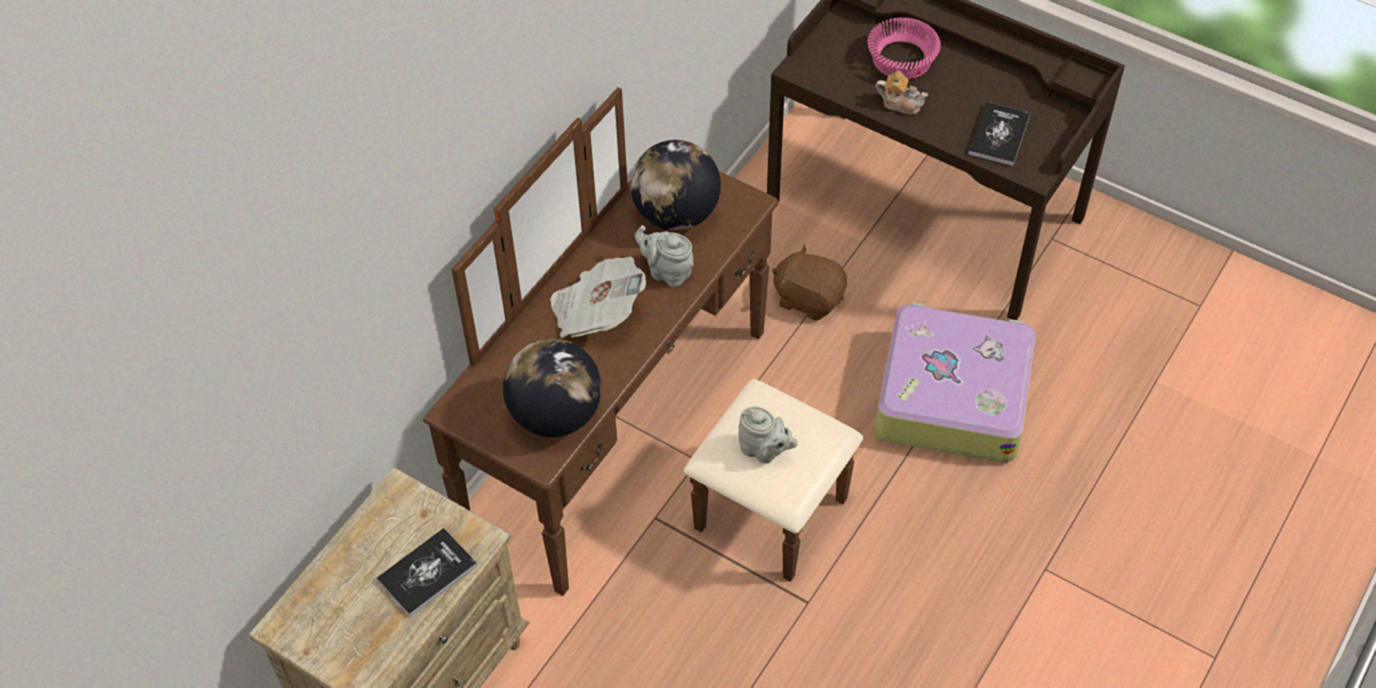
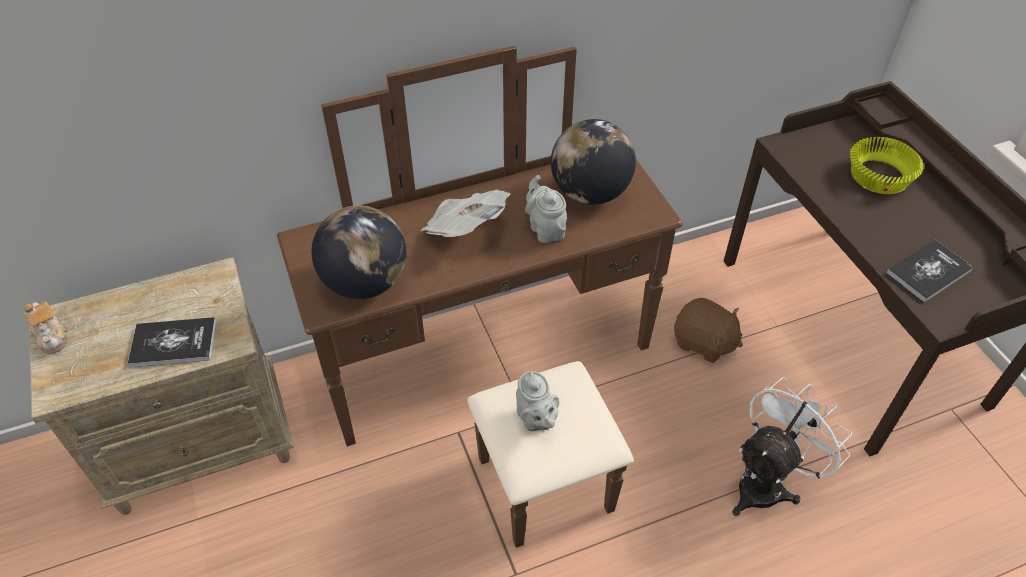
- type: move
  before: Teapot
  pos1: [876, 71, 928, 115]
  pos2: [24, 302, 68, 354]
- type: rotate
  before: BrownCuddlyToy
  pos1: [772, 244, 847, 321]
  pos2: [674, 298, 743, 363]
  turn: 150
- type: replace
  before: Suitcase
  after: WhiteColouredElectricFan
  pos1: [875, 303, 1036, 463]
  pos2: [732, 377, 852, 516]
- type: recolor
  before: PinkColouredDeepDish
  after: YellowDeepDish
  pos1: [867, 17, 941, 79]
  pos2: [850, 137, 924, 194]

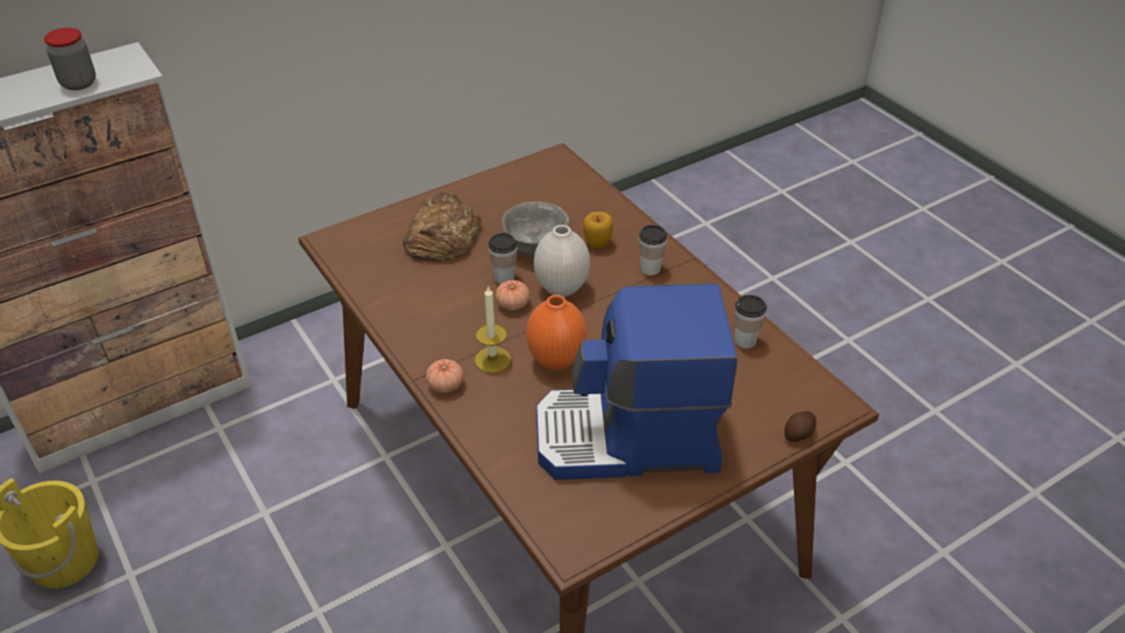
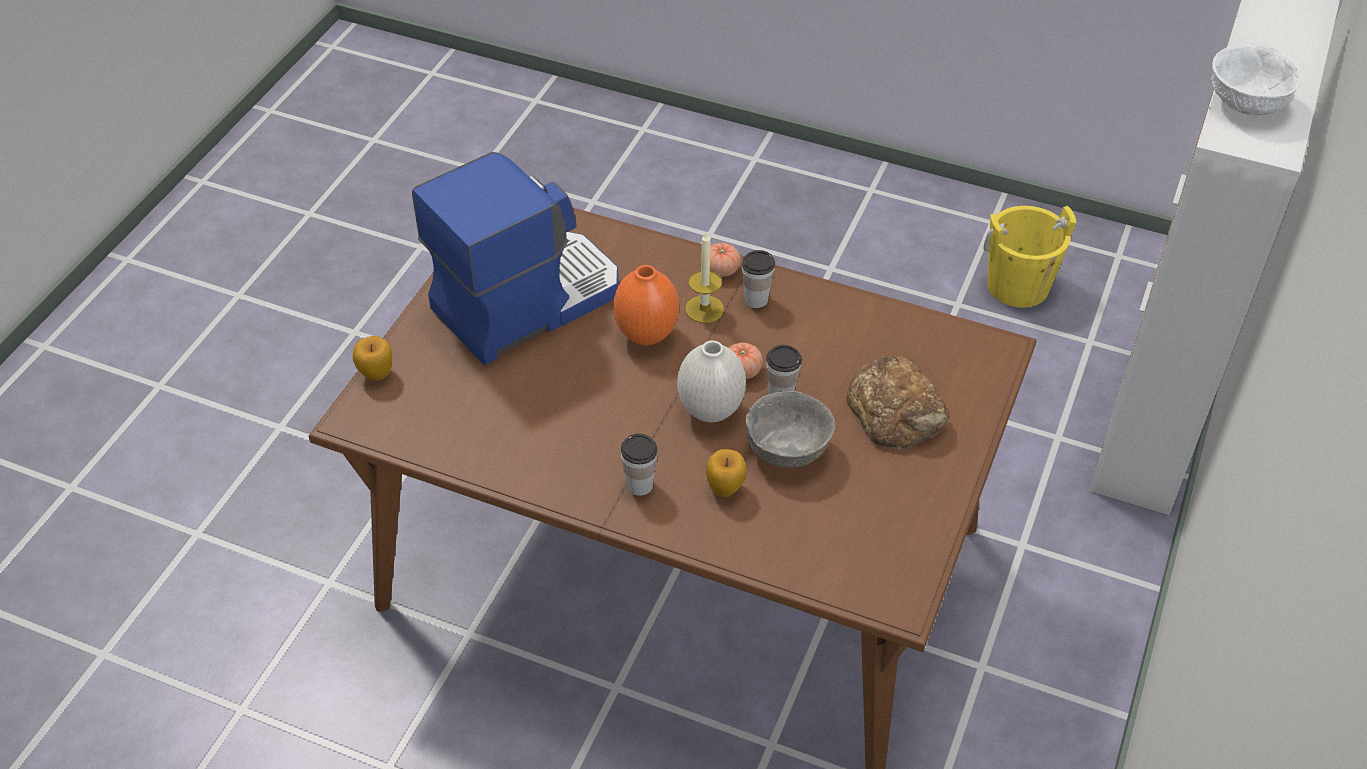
- type: replace
  before: Potato
  after: Apple
  pos1: [784, 411, 816, 442]
  pos2: [353, 336, 392, 381]
- type: move
  before: SmallCup
  pos1: [735, 295, 767, 348]
  pos2: [742, 250, 775, 308]
- type: replace
  before: StorageJar
  after: WhiteColouredDeepDish
  pos1: [44, 28, 96, 90]
  pos2: [1212, 44, 1302, 115]

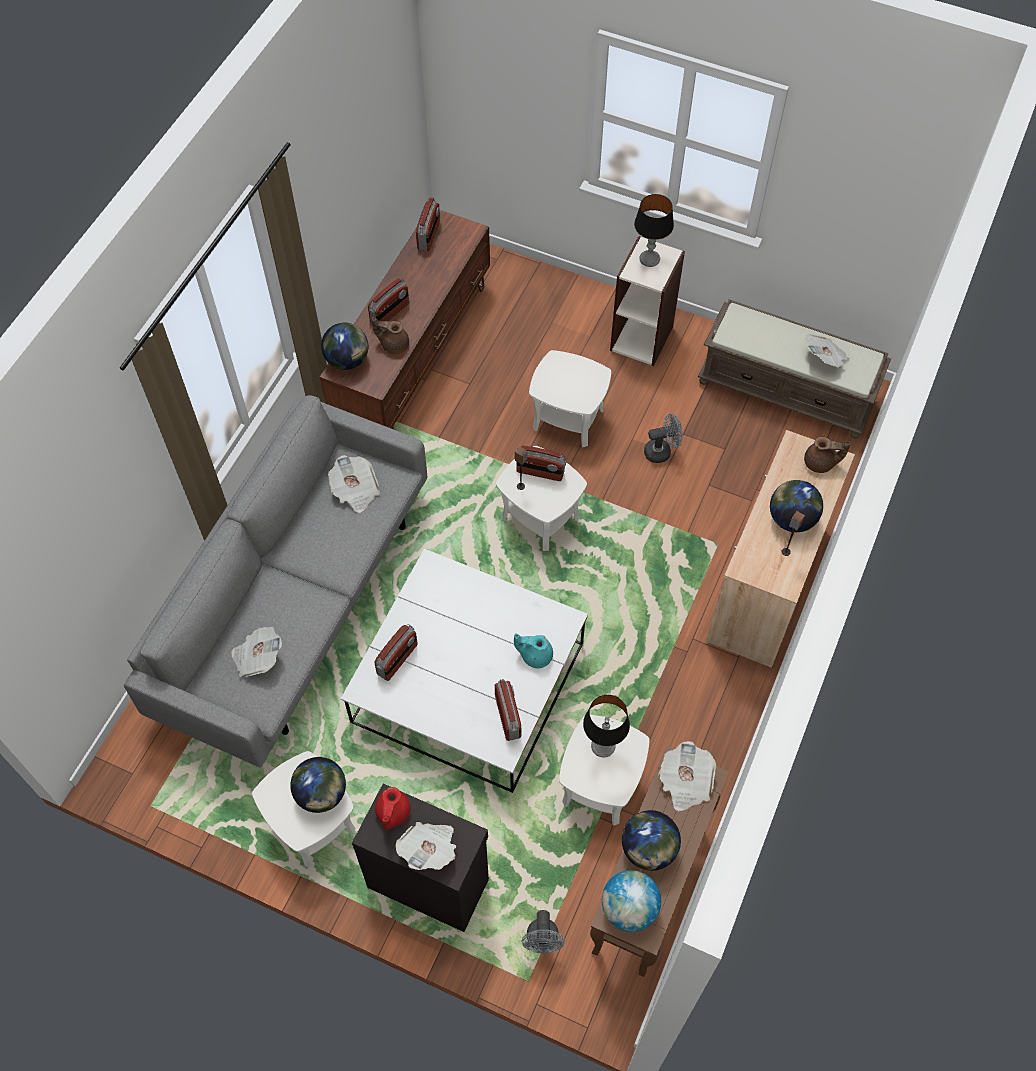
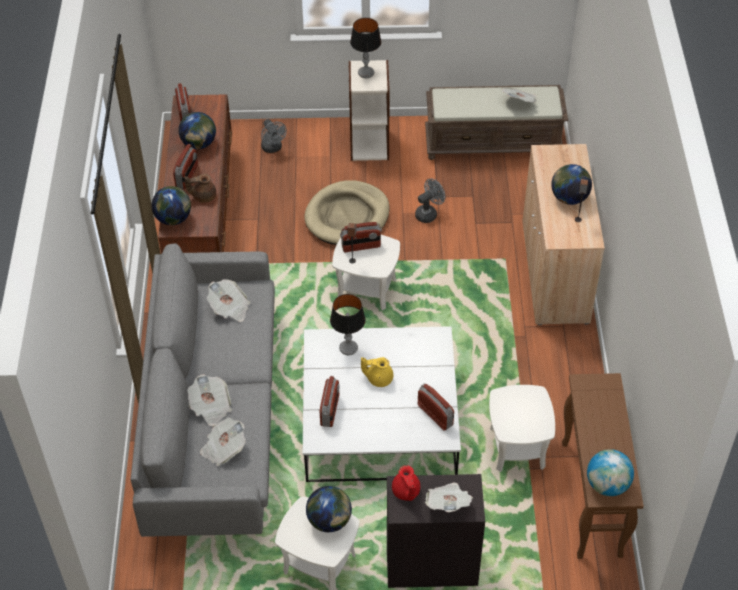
- type: move
  before: DeskGlobe
  pos1: [622, 810, 681, 871]
  pos2: [178, 112, 216, 149]
- type: move
  before: PrintedPaper
  pos1: [659, 741, 716, 811]
  pos2: [187, 374, 232, 426]
- type: move
  before: GreyishElectricFan
  pos1: [522, 910, 565, 953]
  pos2: [261, 119, 287, 153]
- type: replace
  before: WhiteColouredSideTable
  after: SandColouredDogCushion
  pos1: [529, 350, 611, 447]
  pos2: [304, 180, 390, 245]
- type: move
  before: TableLamp
  pos1: [583, 695, 630, 757]
  pos2: [330, 294, 366, 355]
- type: insert
  after: YellowTeapot
  pos2: [361, 357, 393, 387]
- type: delete
  before: TurquoiseTeapot
  pos1: [514, 633, 553, 668]
- type: delete
  before: BrownTeapot
  pos1: [804, 437, 851, 473]

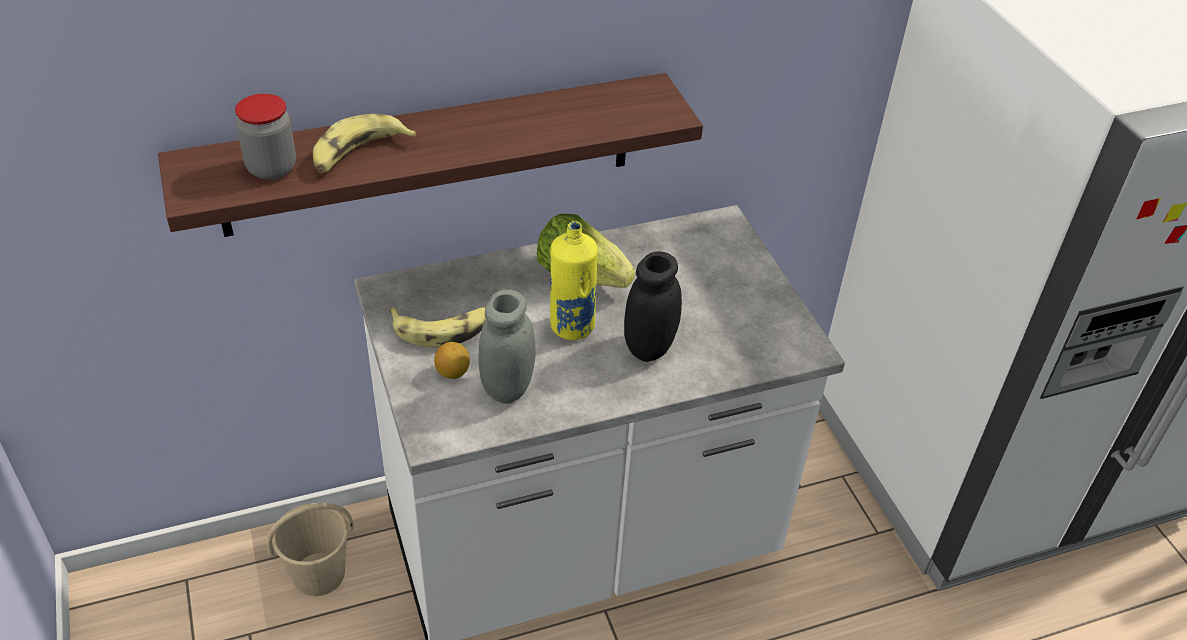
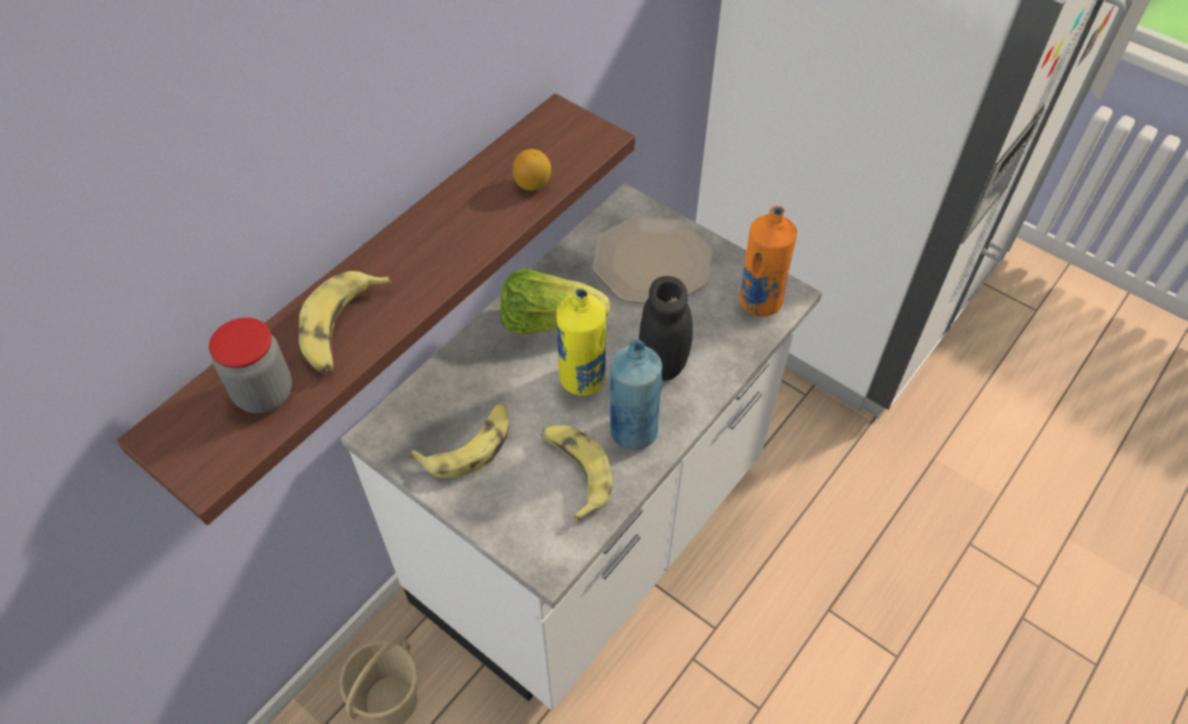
- type: move
  before: Lemon
  pos1: [434, 342, 470, 379]
  pos2: [513, 149, 551, 191]
- type: replace
  before: GreyishStorageJar
  after: BananaFruit
  pos1: [479, 289, 536, 404]
  pos2: [541, 425, 613, 521]
- type: insert
  after: DinnerPlate
  pos2: [593, 215, 712, 303]
- type: insert
  after: BluishDrinkBottle
  pos2: [610, 340, 662, 450]
- type: insert
  after: OrangeDrinkBottle
  pos2: [739, 206, 797, 316]

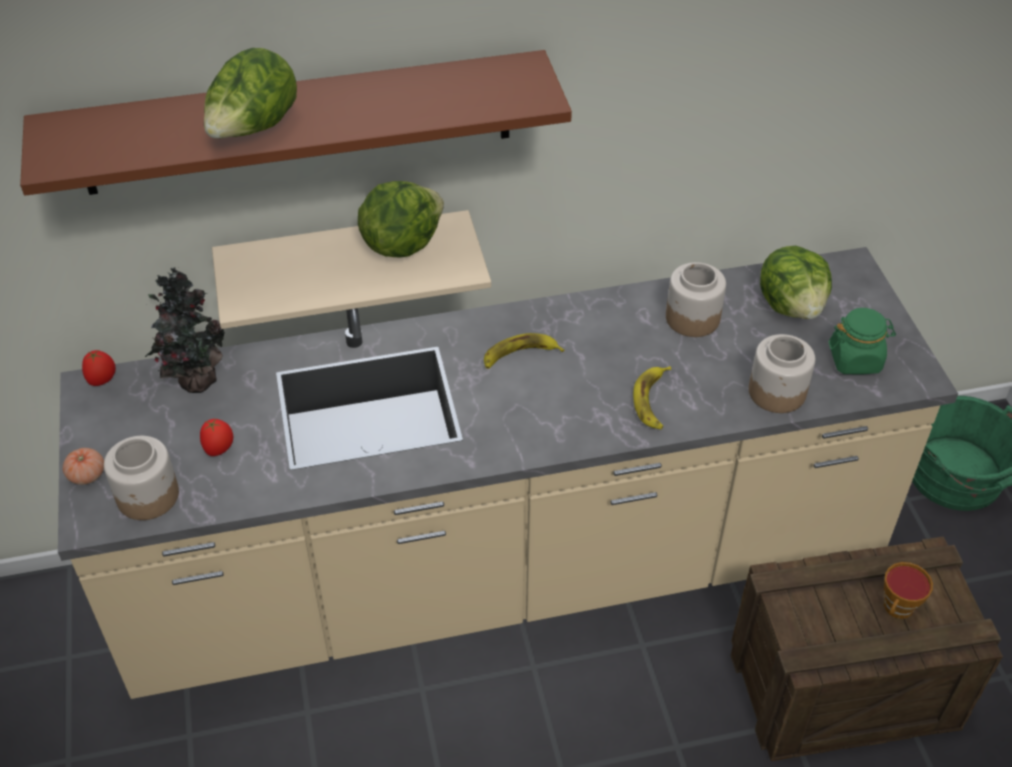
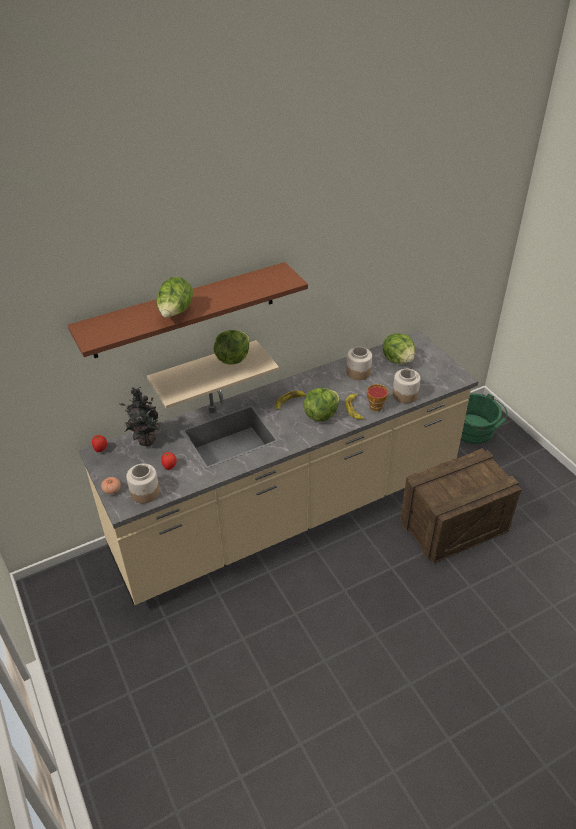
- type: insert
  after: Lettuce
  pos2: [303, 388, 340, 421]
- type: move
  before: SmallCup
  pos1: [884, 562, 933, 619]
  pos2: [367, 384, 389, 411]
- type: delete
  before: GreenColouredStorageJar
  pos1: [829, 308, 896, 375]

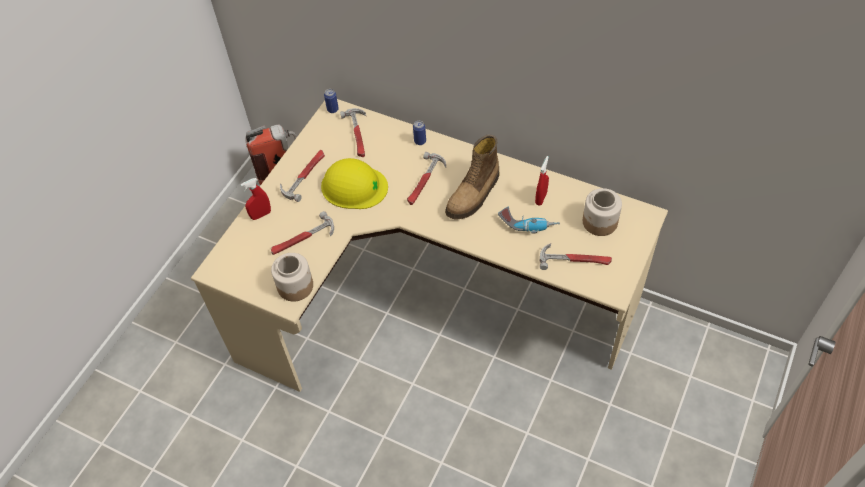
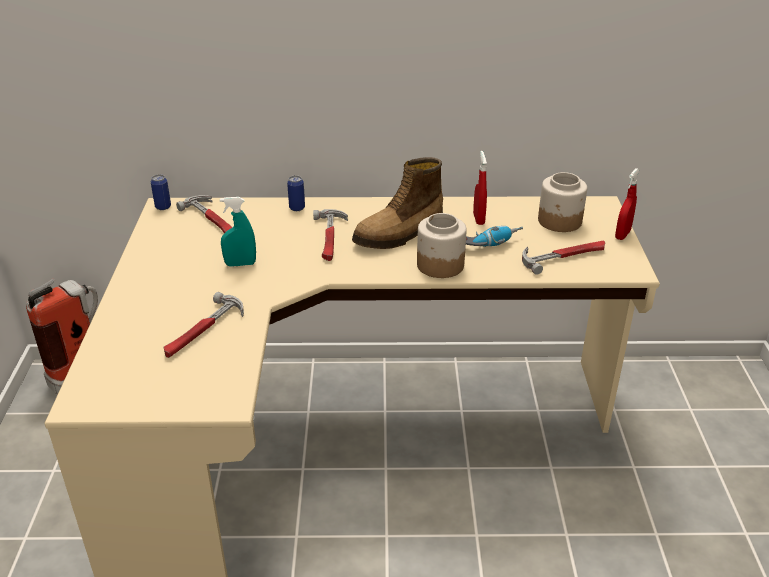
- type: replace
  before: YellowHardHat
  after: TurquoiseHandSprayer
  pos1: [321, 158, 388, 209]
  pos2: [220, 197, 256, 267]
- type: rotate
  before: Boot
  pos1: [445, 134, 499, 219]
  pos2: [352, 157, 443, 249]
  turn: 45
- type: move
  before: StorageJar
  pos1: [271, 253, 313, 302]
  pos2: [417, 213, 467, 278]
- type: move
  before: RedColouredHandSprayer
  pos1: [241, 178, 271, 220]
  pos2: [615, 168, 640, 240]
- type: delete
  before: Hammer
  pos1: [280, 150, 325, 202]

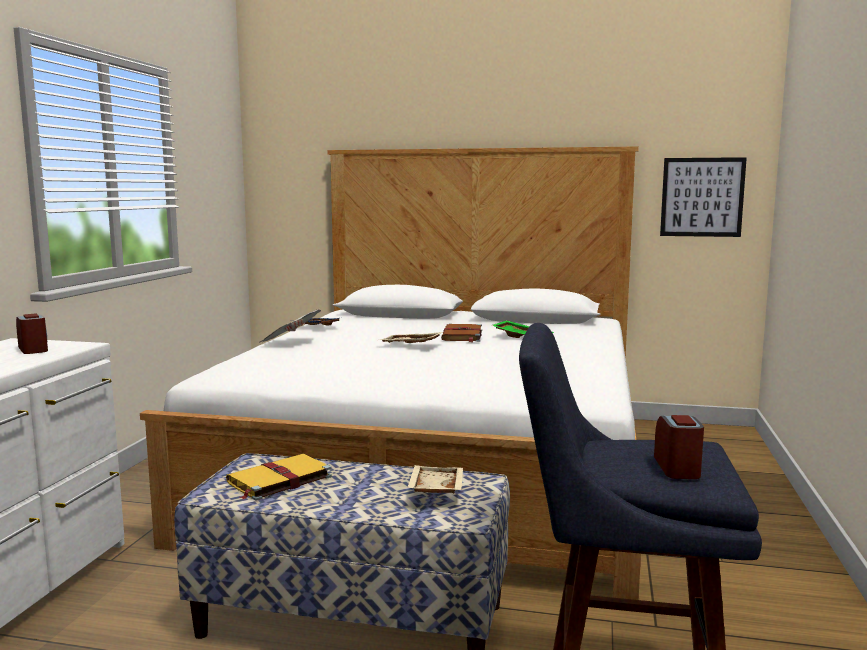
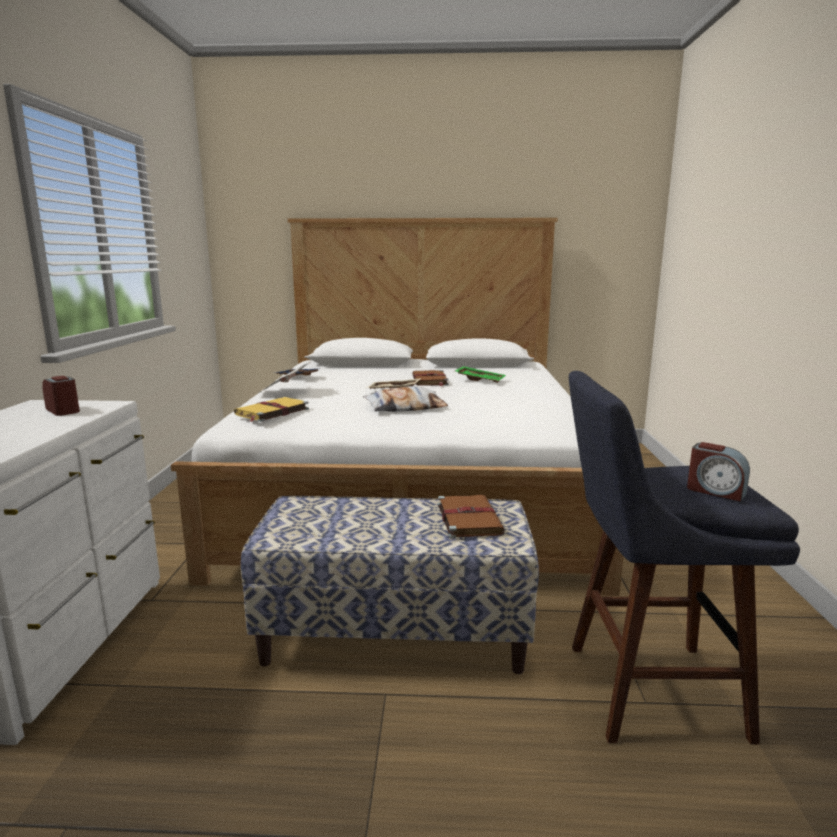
- type: move
  before: YellowBook
  pos1: [226, 454, 332, 500]
  pos2: [234, 397, 309, 422]
- type: insert
  after: ThrowPillow
  pos2: [363, 387, 448, 412]
- type: replace
  before: SandColouredTray
  after: BrownBook
  pos1: [407, 465, 463, 493]
  pos2: [437, 495, 505, 538]
- type: rotate
  before: AlarmClock
  pos1: [654, 415, 704, 479]
  pos2: [687, 442, 750, 502]
  turn: 135
- type: delete
  before: Picture
  pos1: [660, 157, 747, 237]

